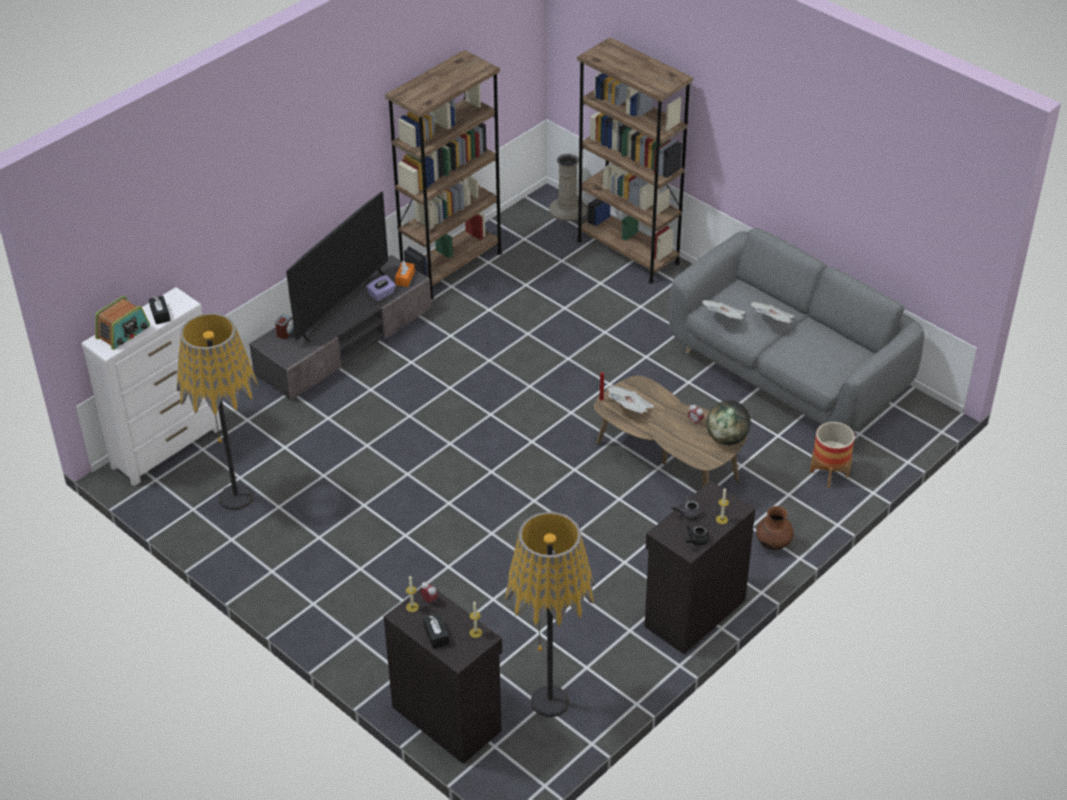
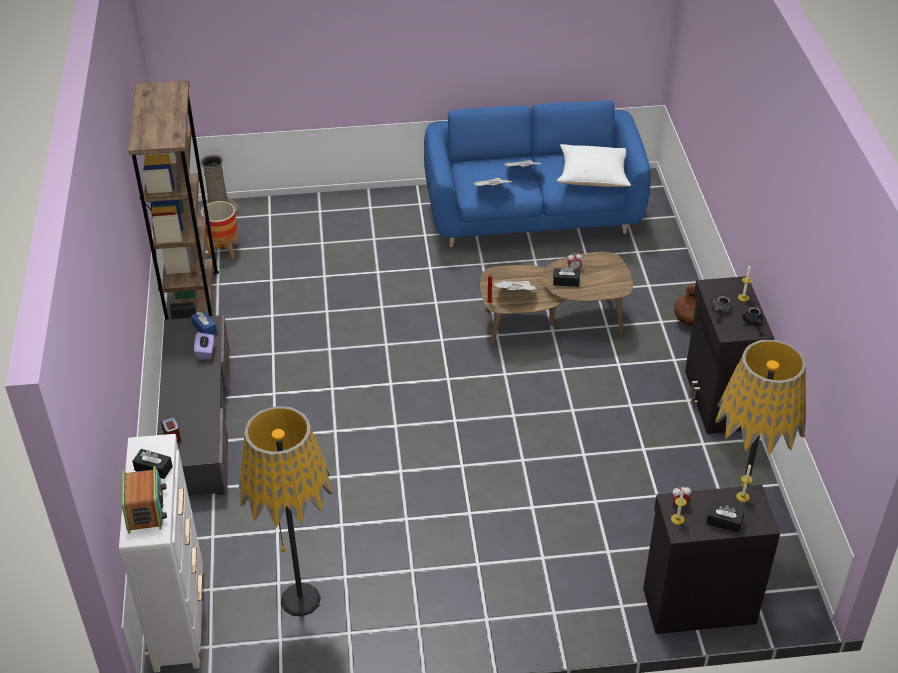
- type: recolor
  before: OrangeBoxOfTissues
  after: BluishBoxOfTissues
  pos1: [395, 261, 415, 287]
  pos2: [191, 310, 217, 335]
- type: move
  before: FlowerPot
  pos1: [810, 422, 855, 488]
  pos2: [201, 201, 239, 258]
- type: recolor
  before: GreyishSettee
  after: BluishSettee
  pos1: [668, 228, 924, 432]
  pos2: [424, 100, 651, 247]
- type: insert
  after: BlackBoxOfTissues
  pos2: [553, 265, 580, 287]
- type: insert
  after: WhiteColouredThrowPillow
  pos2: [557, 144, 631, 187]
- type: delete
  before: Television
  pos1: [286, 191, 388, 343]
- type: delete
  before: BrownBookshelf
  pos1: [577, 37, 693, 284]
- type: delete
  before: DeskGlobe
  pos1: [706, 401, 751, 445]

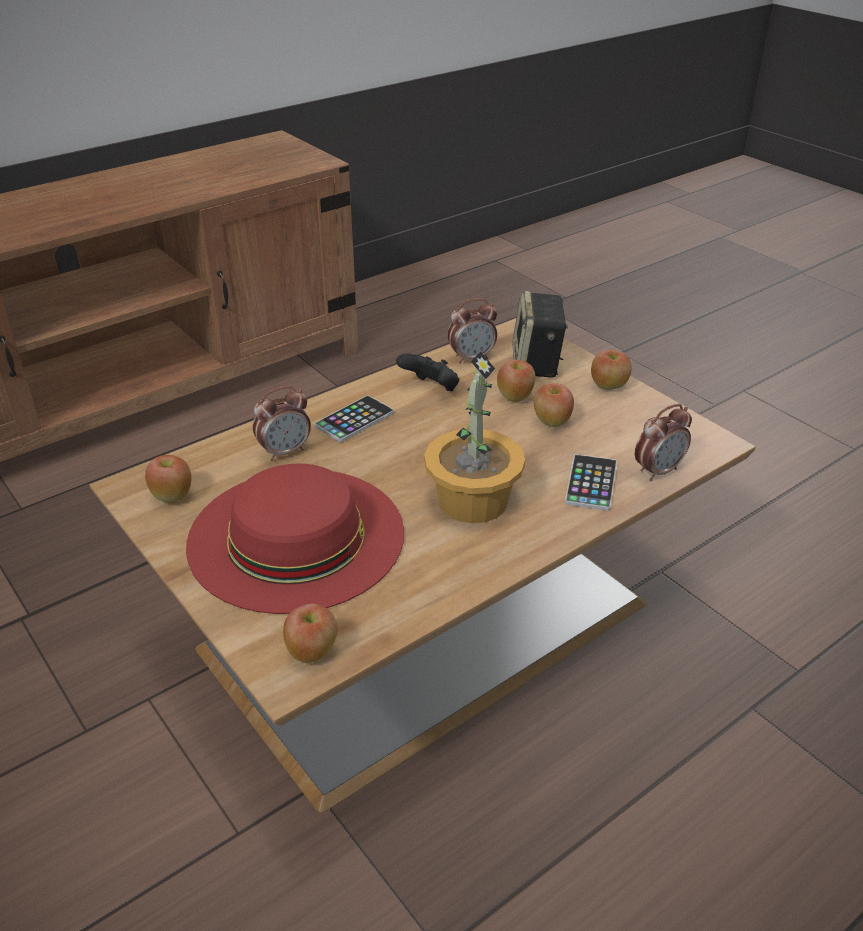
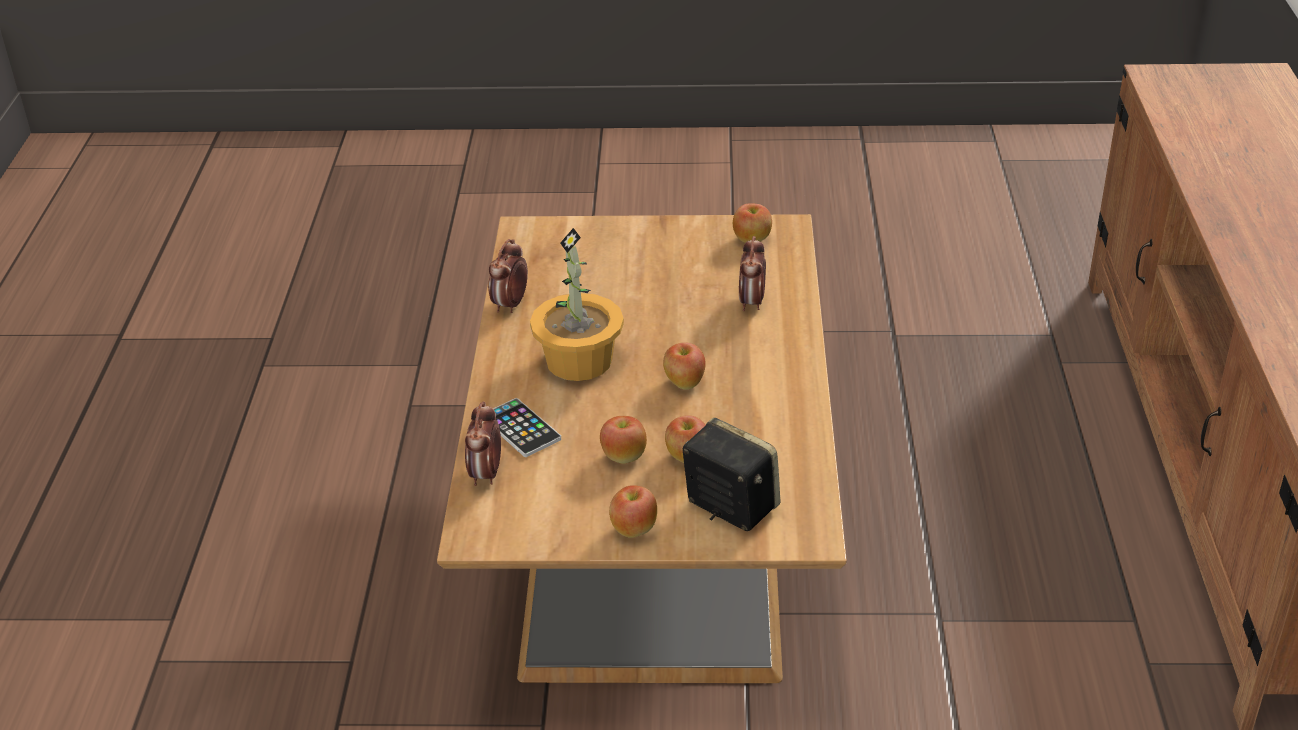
- type: move
  before: AlarmClock
  pos1: [448, 298, 497, 364]
  pos2: [488, 239, 528, 313]
- type: move
  before: Apple
  pos1: [283, 604, 338, 663]
  pos2: [663, 342, 706, 390]
- type: delete
  before: RedColouredClothingHat
  pos1: [186, 464, 404, 614]
- type: delete
  before: Telephone
  pos1: [315, 395, 394, 442]
- type: delete
  before: BlackGamepad
  pos1: [396, 353, 459, 391]

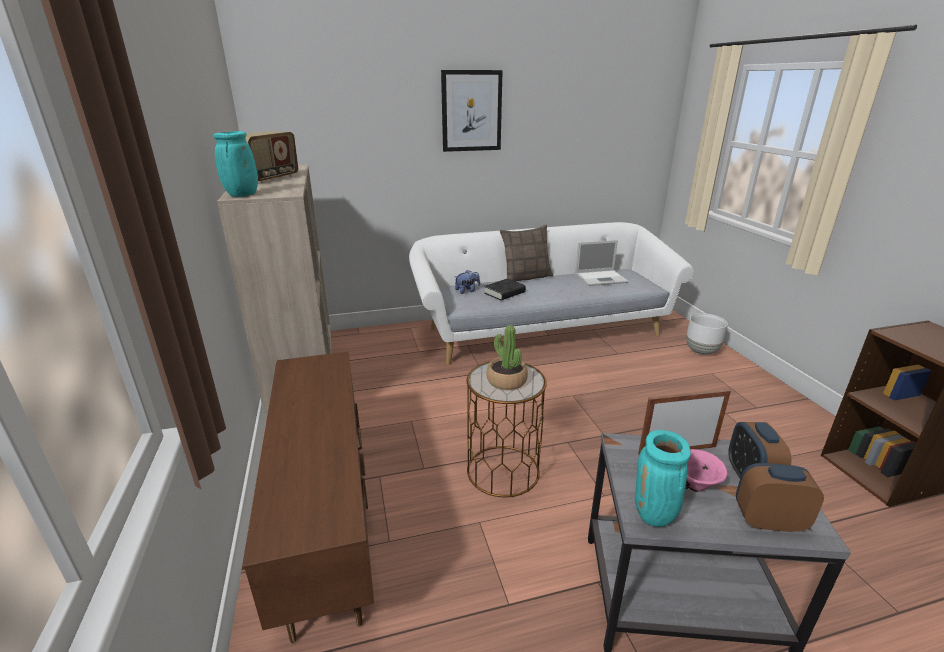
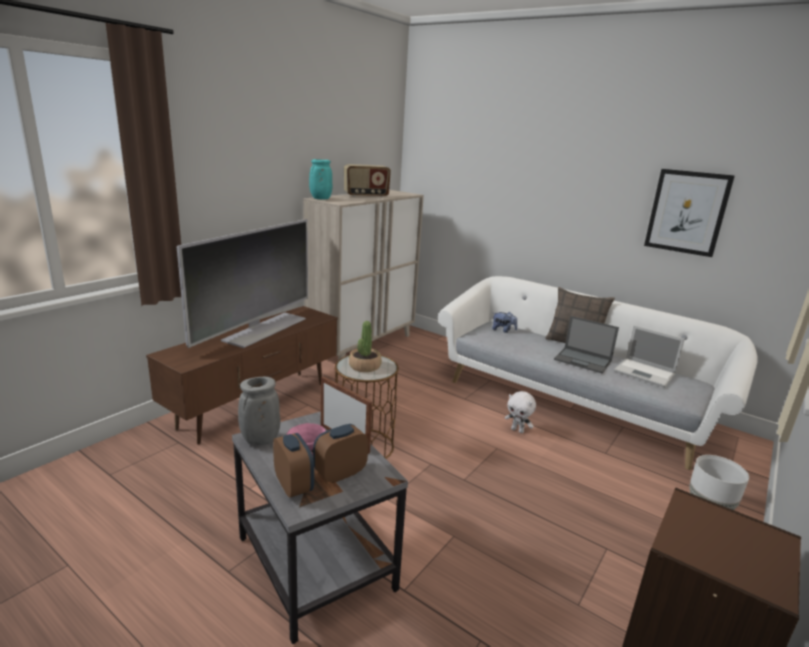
- type: insert
  after: Television
  pos2: [177, 219, 308, 348]
- type: recolor
  before: TurquoiseDecorativeVase
  after: GreyishDecorativeVase
  pos1: [635, 430, 691, 527]
  pos2: [238, 377, 280, 445]
- type: insert
  after: WhiteColouredCuddlyToy
  pos2: [505, 391, 536, 433]
- type: insert
  after: NotebookComputer
  pos2: [554, 316, 619, 374]
- type: move
  before: Picture
  pos1: [441, 70, 503, 152]
  pos2: [644, 169, 735, 257]
- type: delete
  before: BlackBook
  pos1: [484, 278, 526, 300]

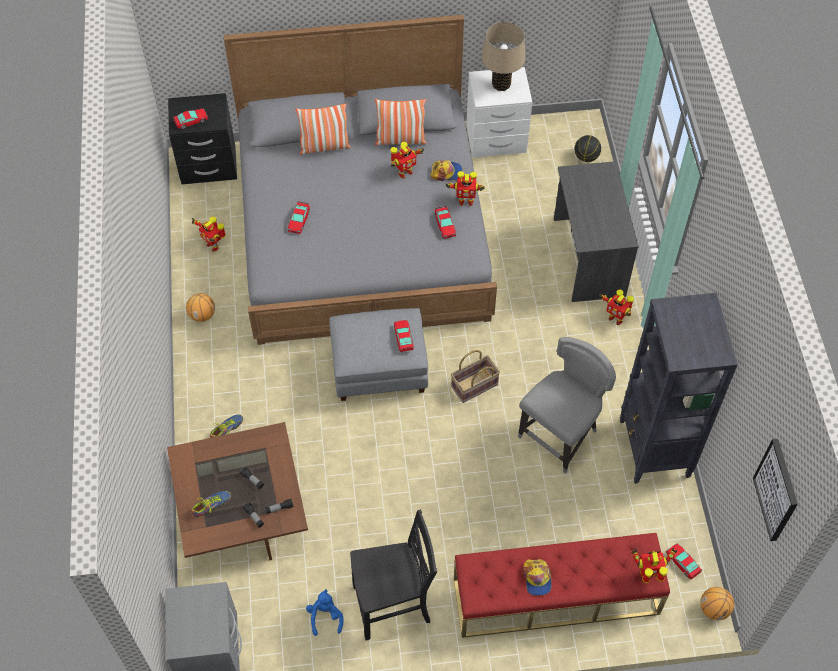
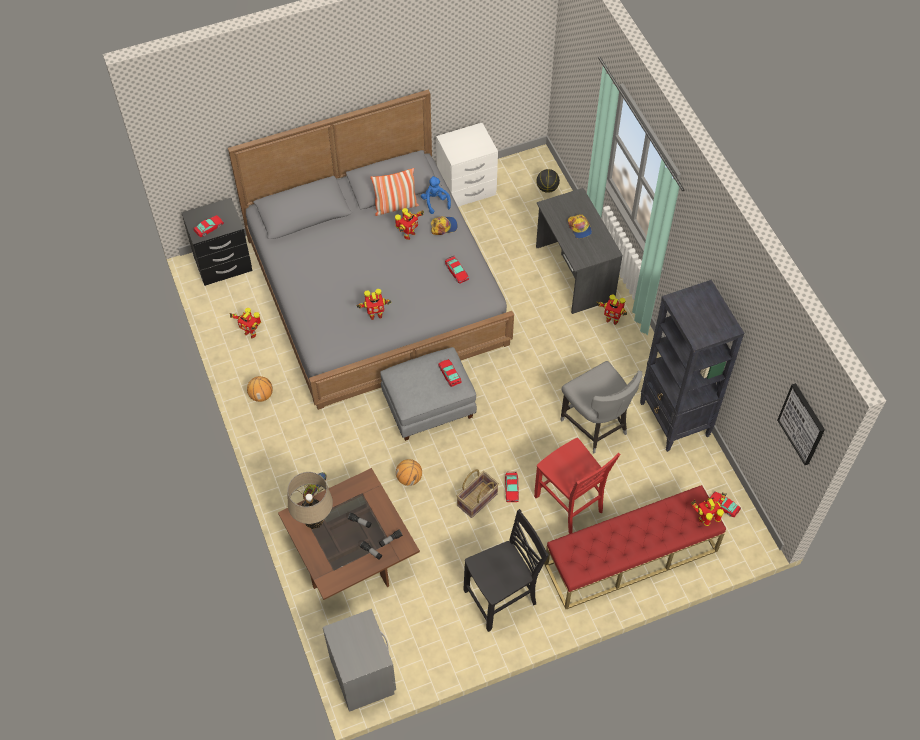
- type: move
  before: SandColouredTableLamp
  pos1: [482, 22, 525, 91]
  pos2: [287, 472, 333, 529]
- type: move
  before: RobotFigure
  pos1: [446, 171, 485, 206]
  pos2: [356, 289, 391, 320]
- type: move
  before: Basketball
  pos1: [700, 587, 734, 620]
  pos2: [396, 459, 422, 486]
- type: move
  before: BluishCuddlyToy
  pos1: [306, 589, 344, 636]
  pos2: [421, 176, 451, 214]
- type: move
  before: HouseholdBasket
  pos1: [451, 350, 500, 403]
  pos2: [456, 469, 499, 518]
- type: move
  before: ModelCar
  pos1: [288, 201, 310, 234]
  pos2: [505, 472, 519, 502]
- type: insert
  after: RedColouredUprightChair
  pos2: [534, 438, 620, 534]
- type: rotate
  before: GreyishUprightChair
  pos1: [518, 337, 616, 474]
  pos2: [560, 361, 642, 453]
  turn: 120
- type: move
  before: Cap
  pos1: [523, 559, 552, 596]
  pos2: [568, 214, 592, 239]
- type: delete
  before: Shoe
  pos1: [191, 491, 231, 518]
- type: delete
  before: ThrowPillow
  pos1: [295, 103, 351, 155]

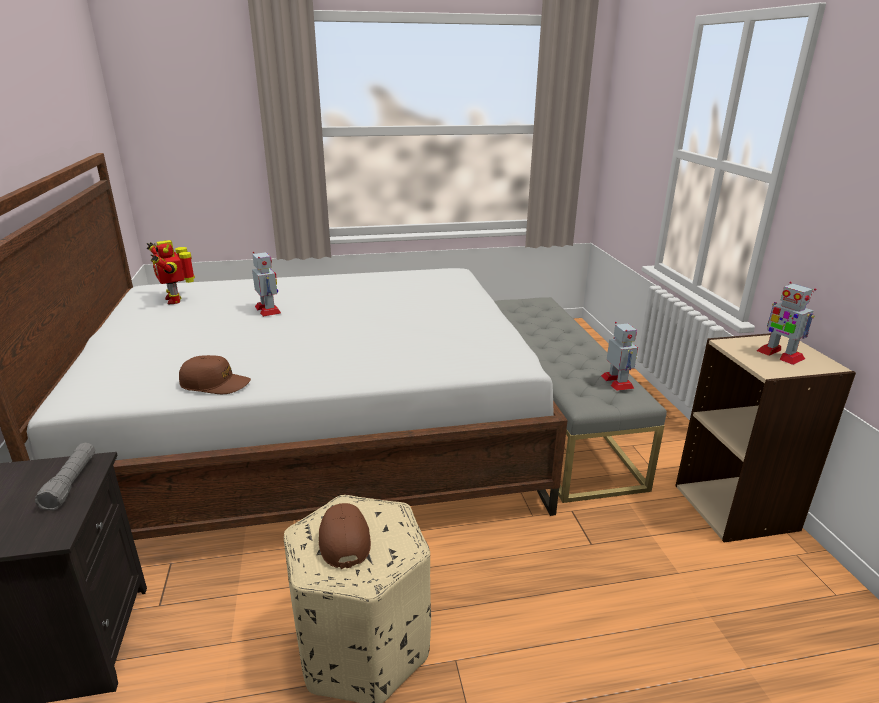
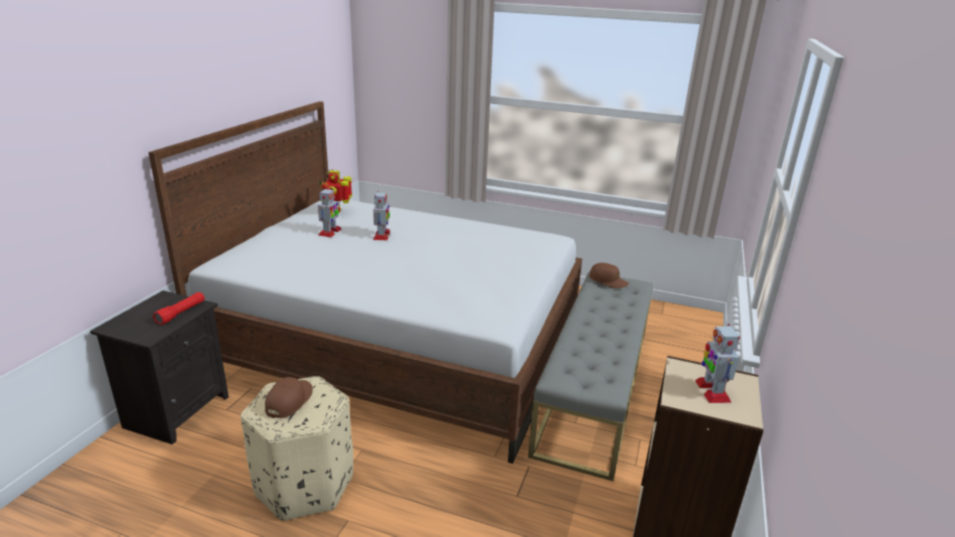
- type: recolor
  before: GreyishFlashlight
  after: RedColouredFlashlight
  pos1: [35, 443, 95, 511]
  pos2: [153, 292, 205, 325]
- type: move
  before: RobotFigure
  pos1: [601, 322, 638, 391]
  pos2: [318, 187, 341, 237]
- type: move
  before: BrownCap
  pos1: [179, 355, 251, 394]
  pos2: [589, 263, 629, 288]

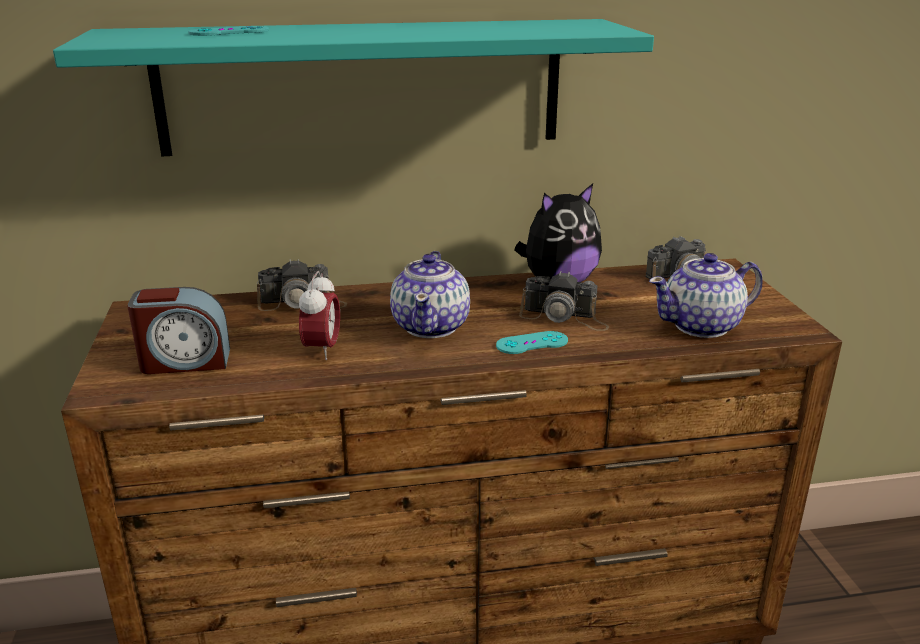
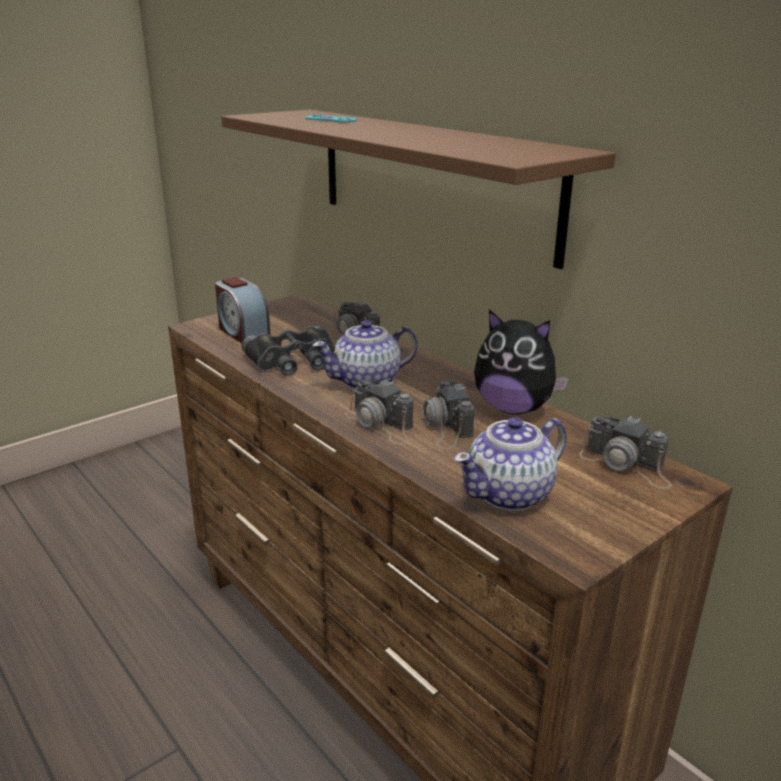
- type: recolor
  before: TurquoiseWallShelf
  after: BrownWallShelf
  pos1: [53, 19, 654, 156]
  pos2: [221, 110, 616, 269]
- type: replace
  before: AlarmClock
  after: BlackFieldGlasses
  pos1: [299, 271, 340, 360]
  pos2: [241, 326, 335, 376]
- type: replace
  before: TurquoiseGamepad
  after: PhotoCamera
  pos1: [496, 331, 568, 354]
  pos2: [344, 379, 413, 445]
- type: rotate
  before: Teapot
  pos1: [649, 253, 763, 338]
  pos2: [454, 417, 567, 511]
  turn: -75

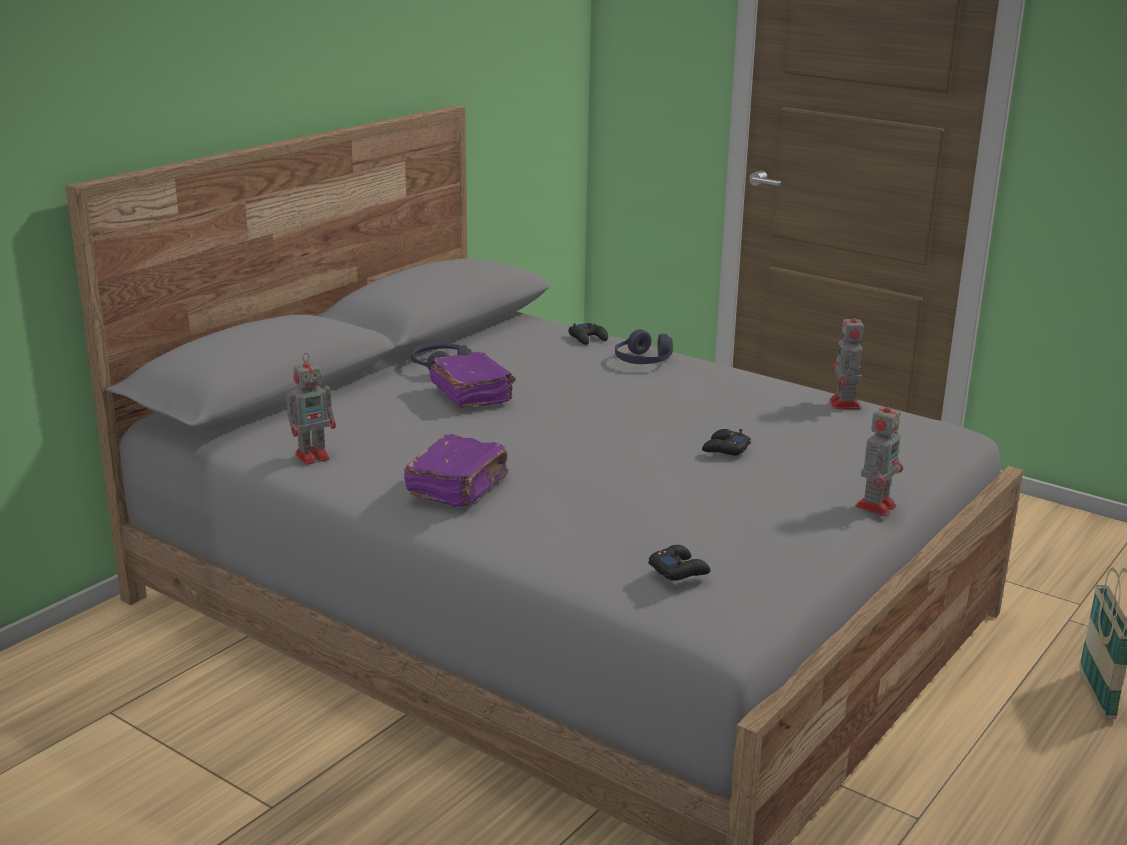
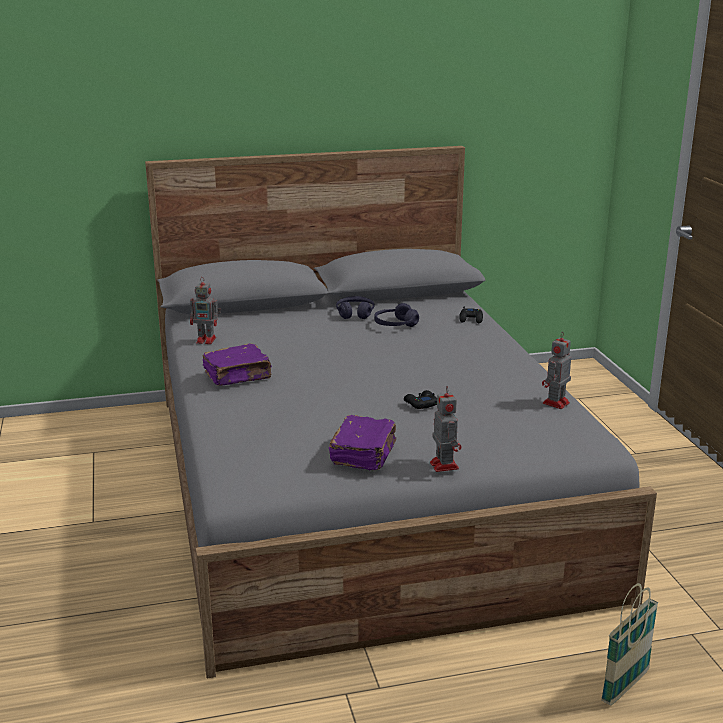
- type: move
  before: PurpleBook
  pos1: [429, 352, 516, 408]
  pos2: [329, 415, 396, 470]
- type: move
  before: PurplePairOfHeadphones
  pos1: [615, 329, 673, 364]
  pos2: [374, 303, 419, 327]
- type: rotate
  before: RobotFigure
  pos1: [855, 397, 903, 516]
  pos2: [430, 386, 461, 472]
  turn: -90
- type: delete
  before: BlackGamepad
  pos1: [648, 545, 711, 581]

